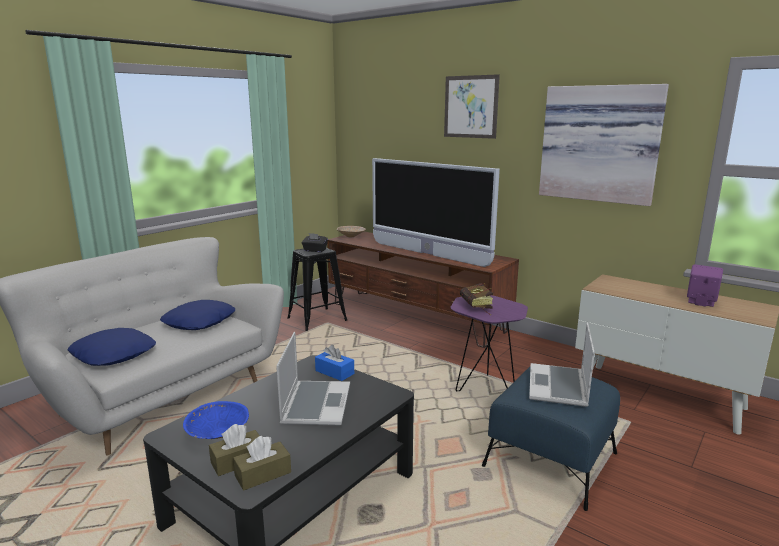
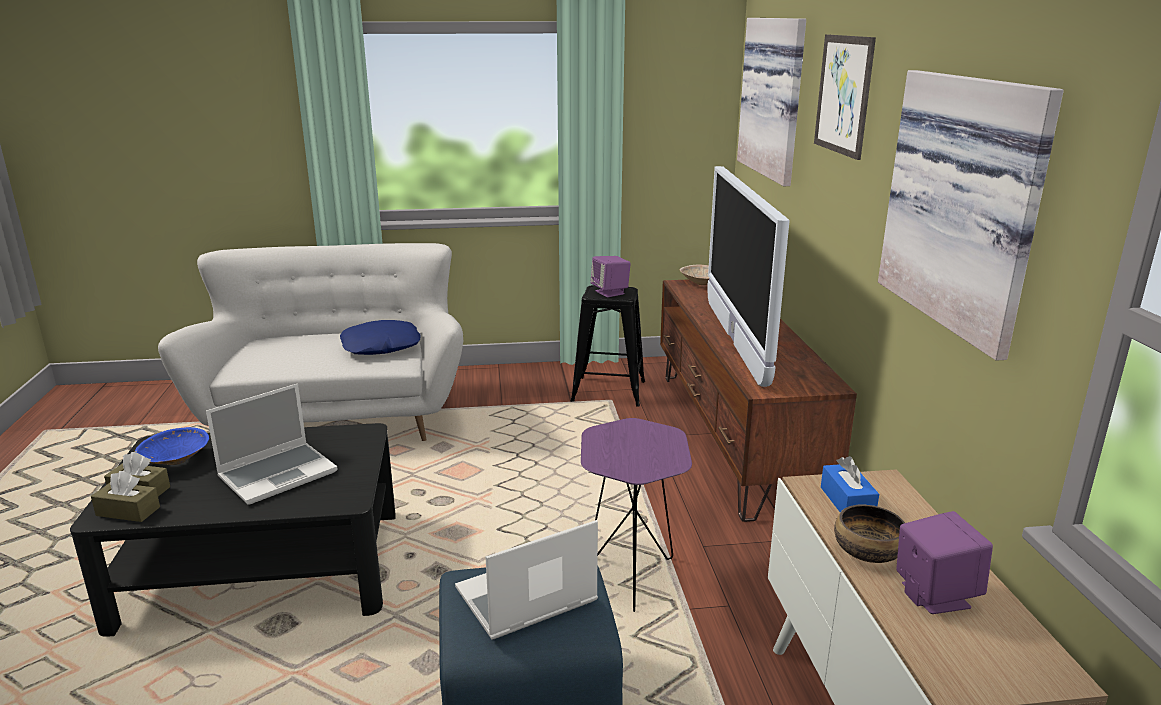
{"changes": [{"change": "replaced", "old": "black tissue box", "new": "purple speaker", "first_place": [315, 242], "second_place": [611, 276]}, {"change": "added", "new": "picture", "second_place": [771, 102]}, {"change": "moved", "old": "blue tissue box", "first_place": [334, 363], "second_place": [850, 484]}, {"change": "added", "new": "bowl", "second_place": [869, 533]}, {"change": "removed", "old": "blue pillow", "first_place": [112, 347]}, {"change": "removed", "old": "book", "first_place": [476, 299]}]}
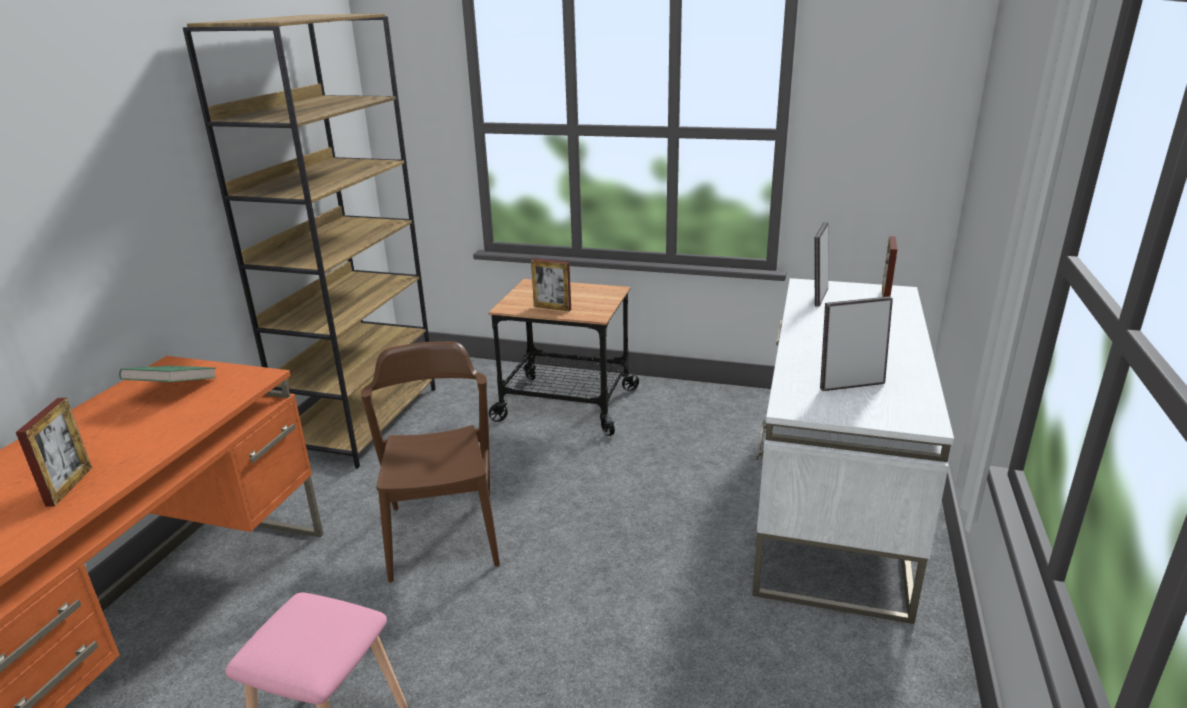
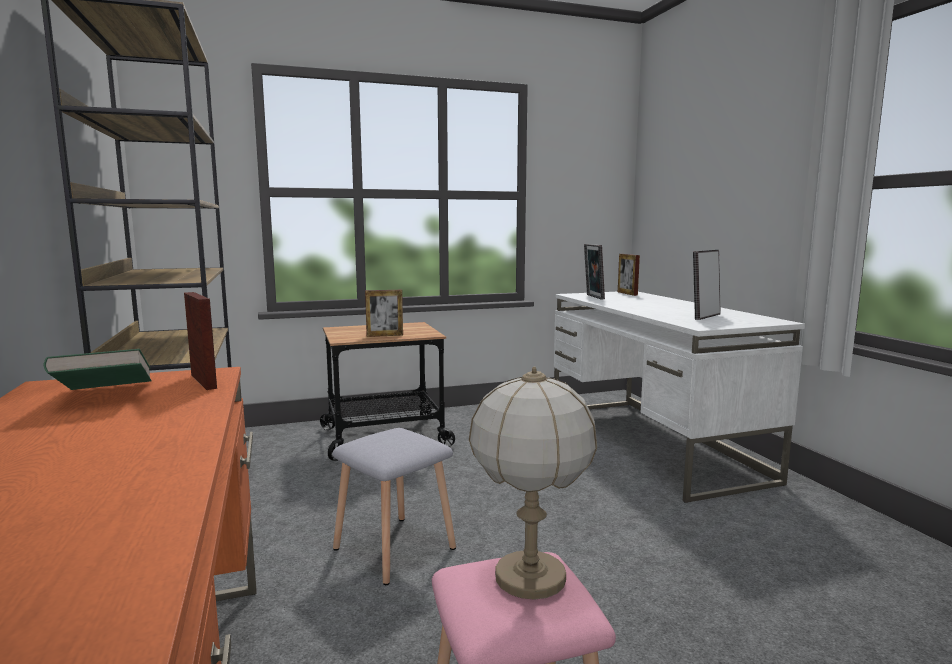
{"changes": [{"change": "moved", "old": "picture frame", "first_place": [54, 452], "second_place": [200, 341]}, {"change": "replaced", "old": "brown chair", "new": "grey stool", "first_place": [430, 462], "second_place": [394, 506]}, {"change": "added", "new": "table lamp", "second_place": [533, 483]}]}
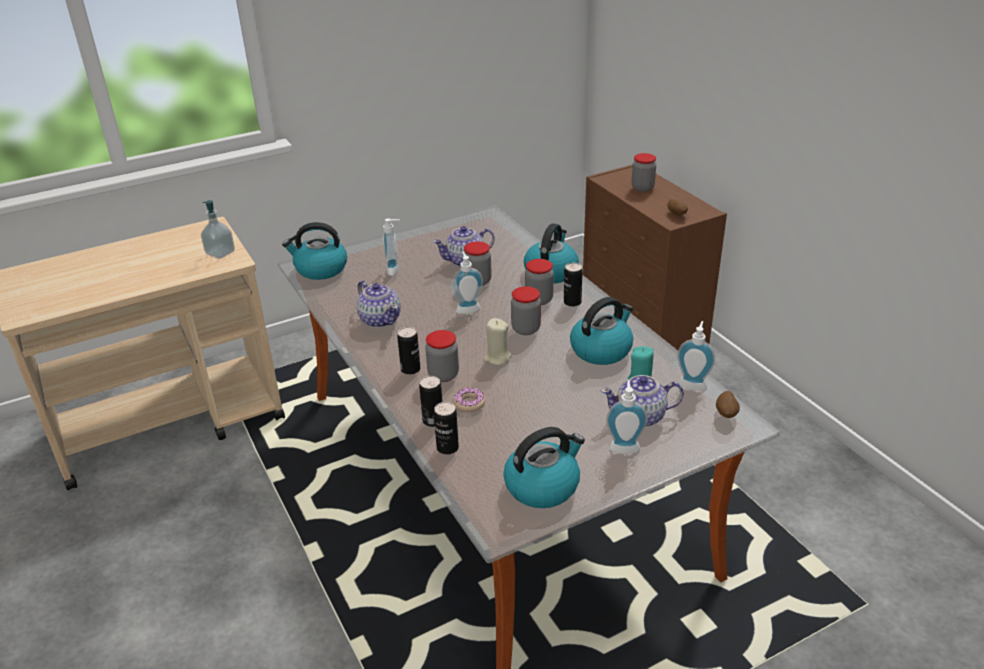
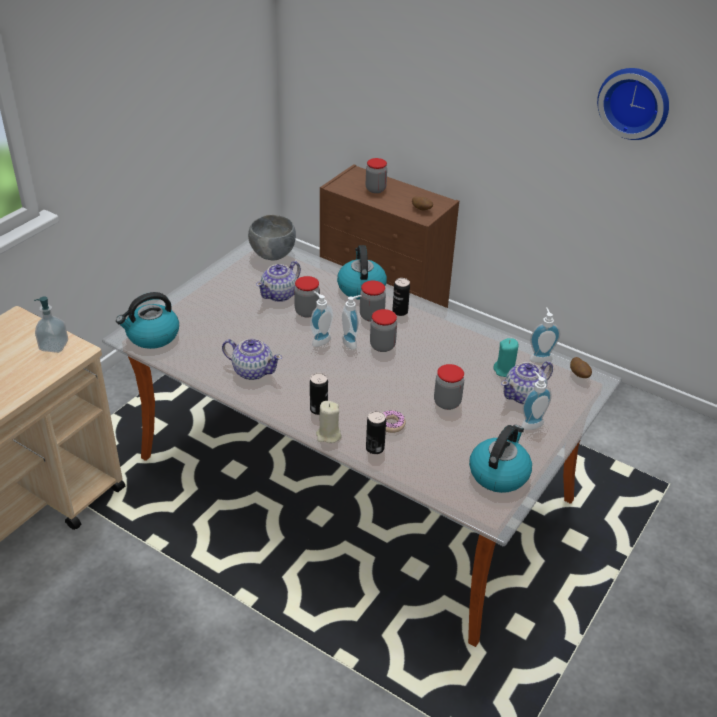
{"changes": [{"change": "added", "new": "grey bowl", "second_place": [272, 237]}, {"change": "moved", "old": "beige candle", "first_place": [497, 341], "second_place": [329, 422]}, {"change": "moved", "old": "soap dispenser", "first_place": [391, 247], "second_place": [352, 322]}, {"change": "moved", "old": "jar", "first_place": [442, 356], "second_place": [449, 387]}, {"change": "added", "new": "wall clock", "second_place": [633, 104]}, {"change": "removed", "old": "can", "first_place": [446, 428]}, {"change": "removed", "old": "kettle", "first_place": [601, 331]}]}
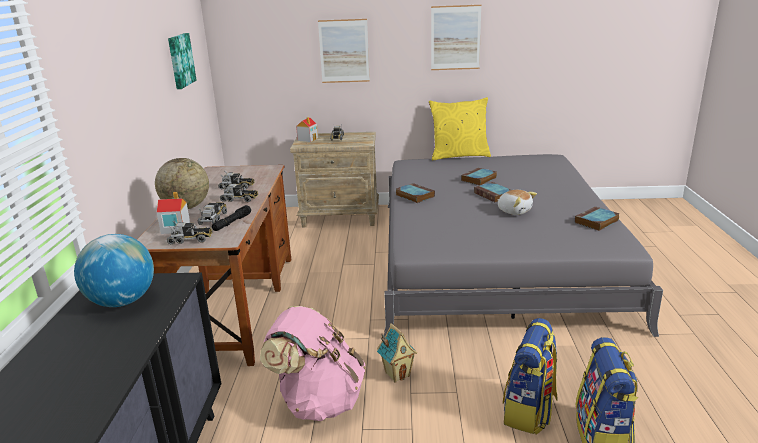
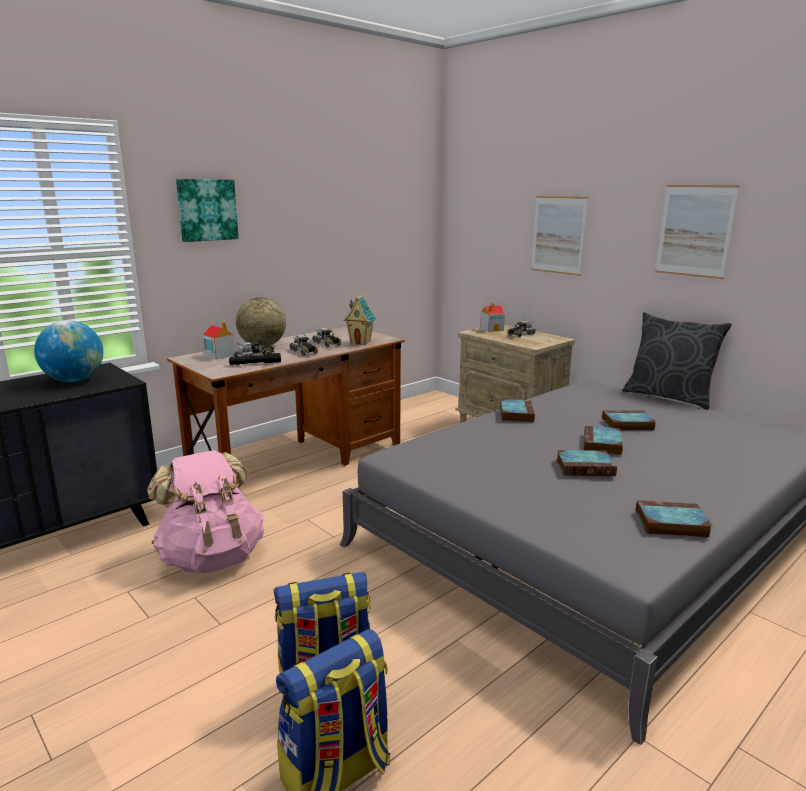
{"changes": [{"change": "moved", "old": "picture", "first_place": [182, 61], "second_place": [207, 210]}, {"change": "moved", "old": "toy house", "first_place": [397, 353], "second_place": [360, 319]}, {"change": "replaced", "old": "plush toy", "new": "book", "first_place": [517, 202], "second_place": [586, 463]}, {"change": "recoloured", "old": "yellow pillow", "new": "grey pillow", "first_place": [460, 128], "second_place": [677, 361]}, {"change": "removed", "old": "toy truck", "first_place": [189, 232]}]}
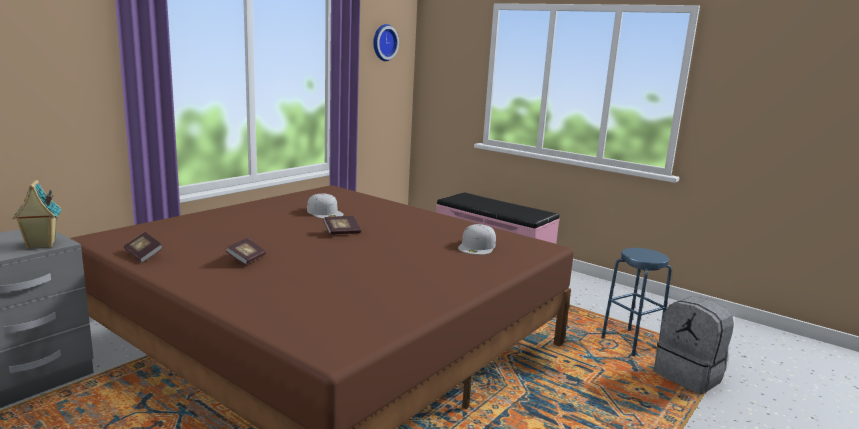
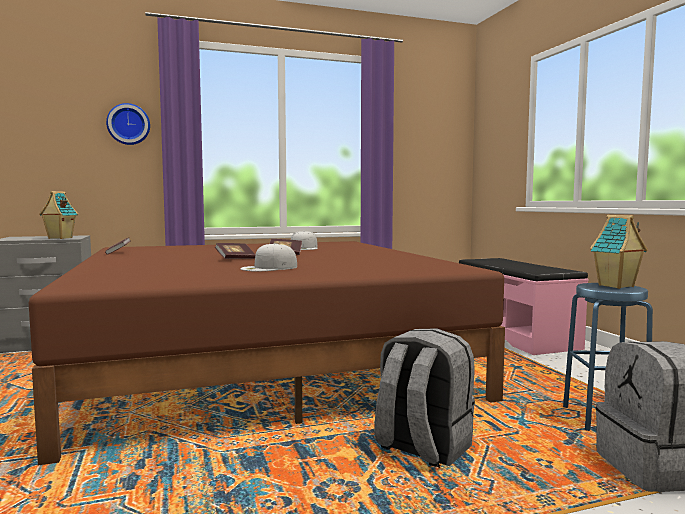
{"changes": [{"change": "moved", "old": "wall clock", "first_place": [386, 42], "second_place": [128, 124]}, {"change": "moved", "old": "book", "first_place": [246, 251], "second_place": [235, 251]}, {"change": "moved", "old": "white cap", "first_place": [477, 239], "second_place": [268, 257]}, {"change": "added", "new": "grey backpack", "second_place": [424, 398]}, {"change": "added", "new": "toy house", "second_place": [619, 252]}]}
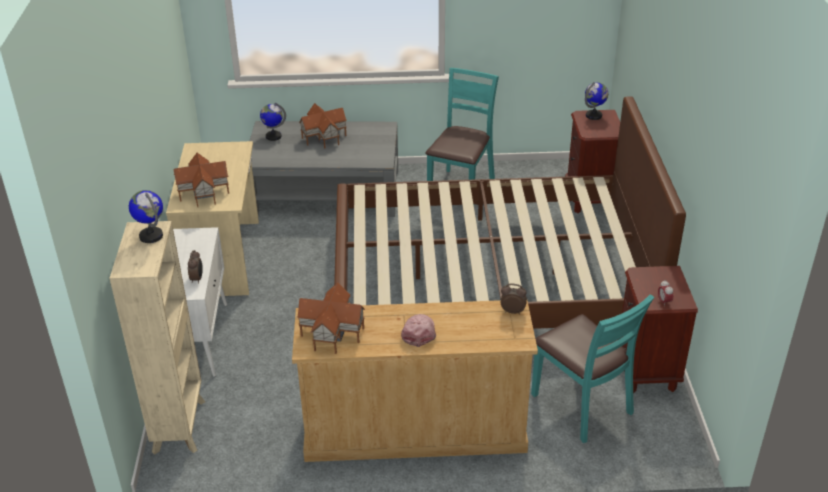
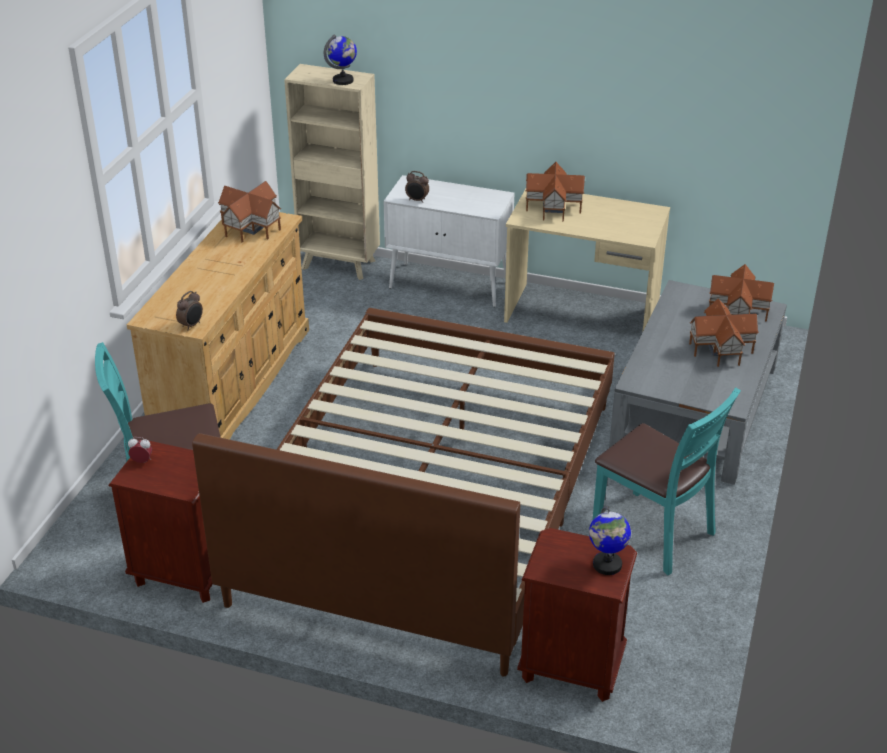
{"changes": [{"change": "replaced", "old": "globe", "new": "toy house", "first_place": [273, 122], "second_place": [741, 293]}, {"change": "removed", "old": "pink cap", "first_place": [418, 330]}]}
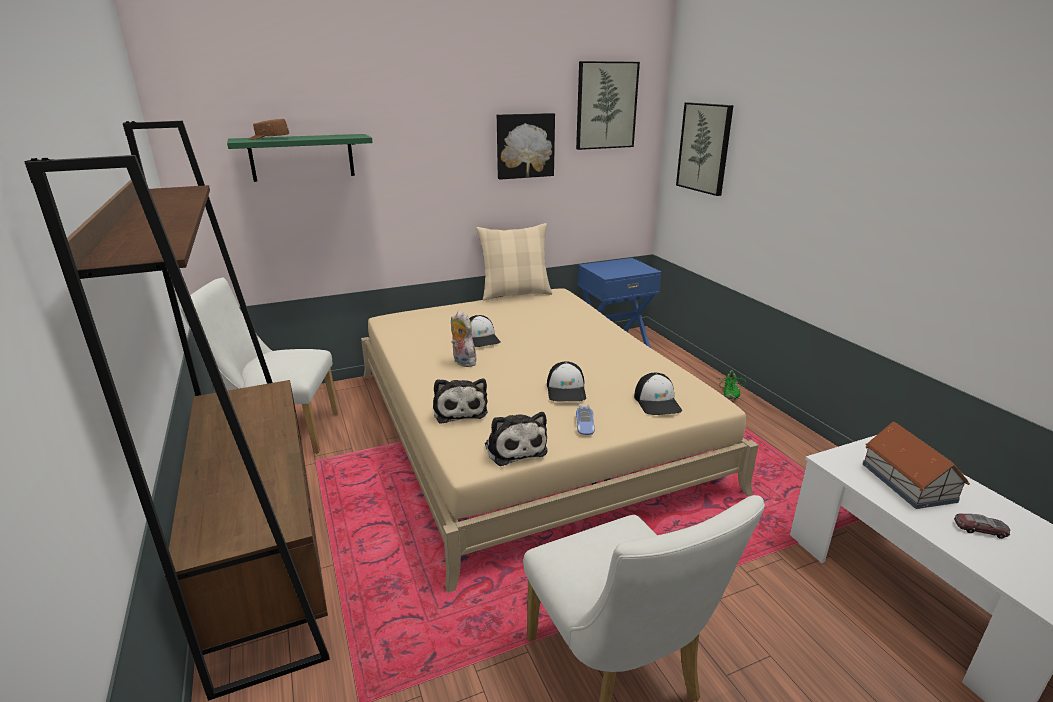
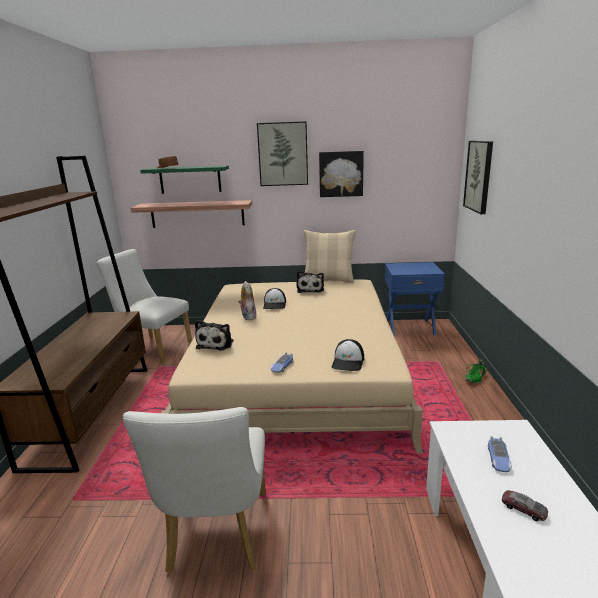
{"changes": [{"change": "added", "new": "shelf", "second_place": [191, 214]}, {"change": "moved", "old": "picture", "first_place": [608, 105], "second_place": [282, 153]}, {"change": "moved", "old": "plush toy", "first_place": [516, 439], "second_place": [310, 282]}, {"change": "replaced", "old": "toy house", "new": "toy car", "first_place": [916, 465], "second_place": [499, 454]}, {"change": "removed", "old": "cap", "first_place": [566, 381]}]}
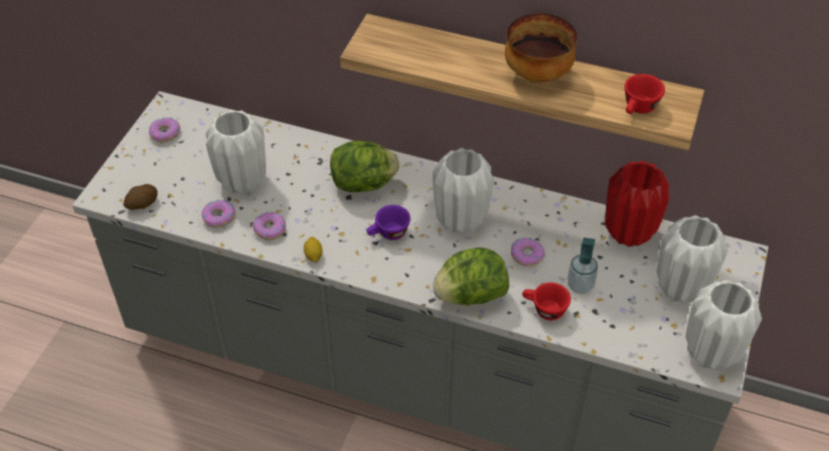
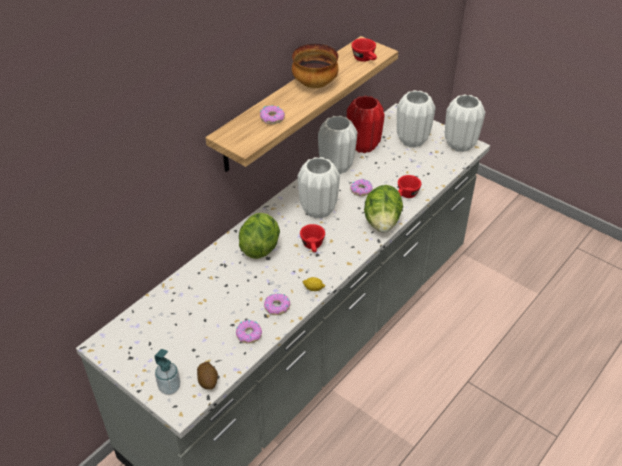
{"changes": [{"change": "moved", "old": "soap dispenser", "first_place": [582, 265], "second_place": [167, 372]}, {"change": "moved", "old": "donut", "first_place": [164, 130], "second_place": [272, 114]}, {"change": "recoloured", "old": "purple cup", "new": "red cup", "first_place": [388, 222], "second_place": [312, 238]}, {"change": "moved", "old": "white vase", "first_place": [236, 152], "second_place": [337, 145]}]}
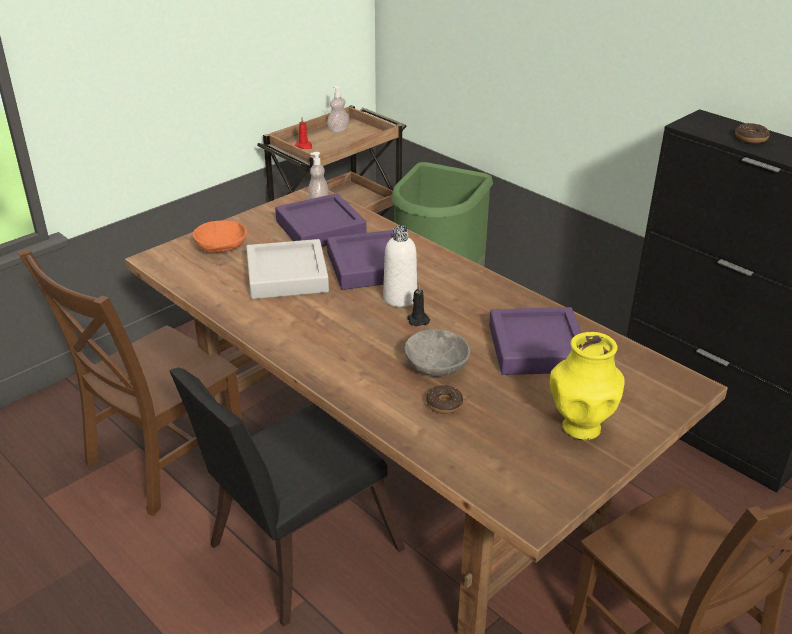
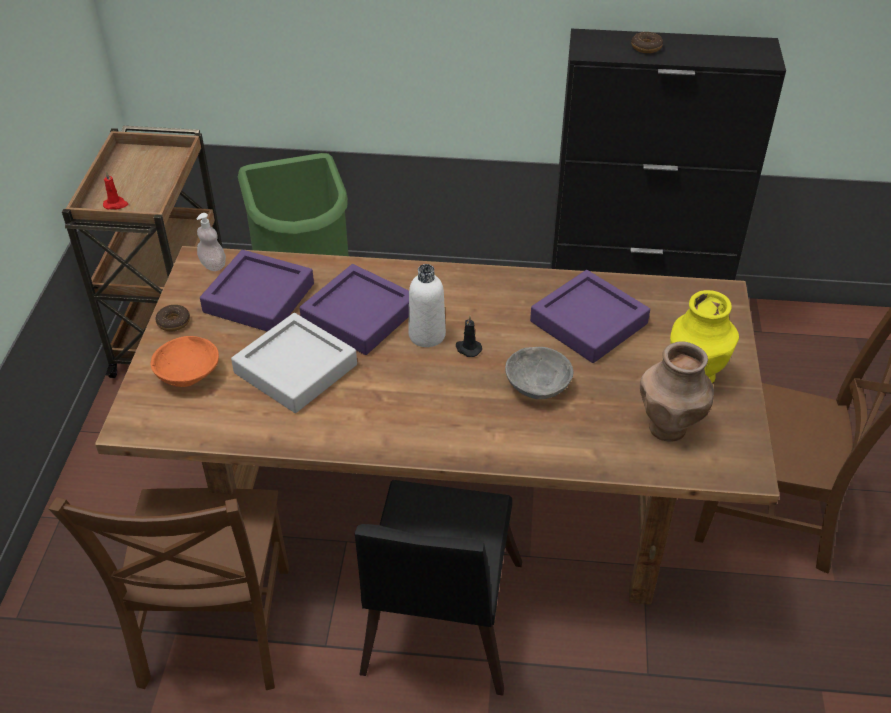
{"changes": [{"change": "moved", "old": "donut", "first_place": [444, 399], "second_place": [173, 318]}, {"change": "added", "new": "brown vase", "second_place": [677, 391]}, {"change": "removed", "old": "soap dispenser", "first_place": [338, 109]}]}
